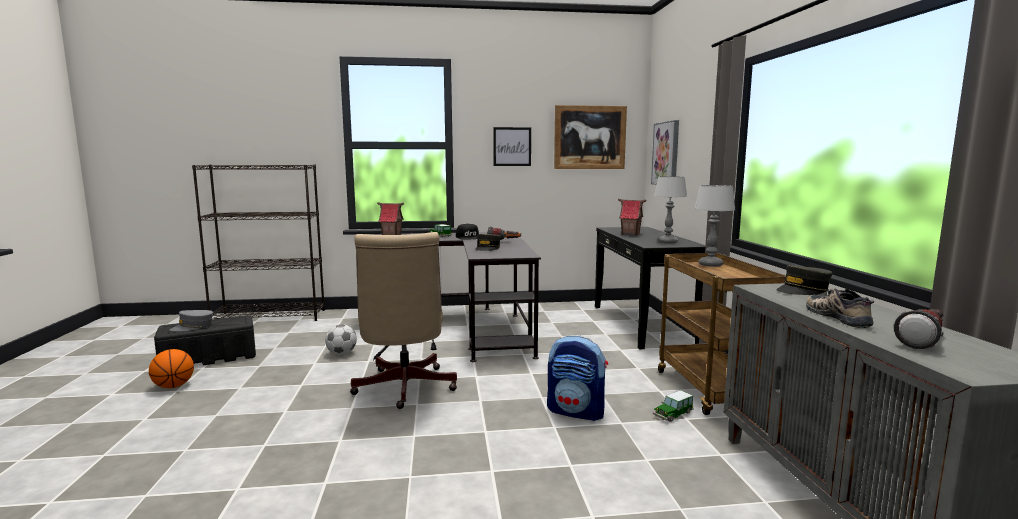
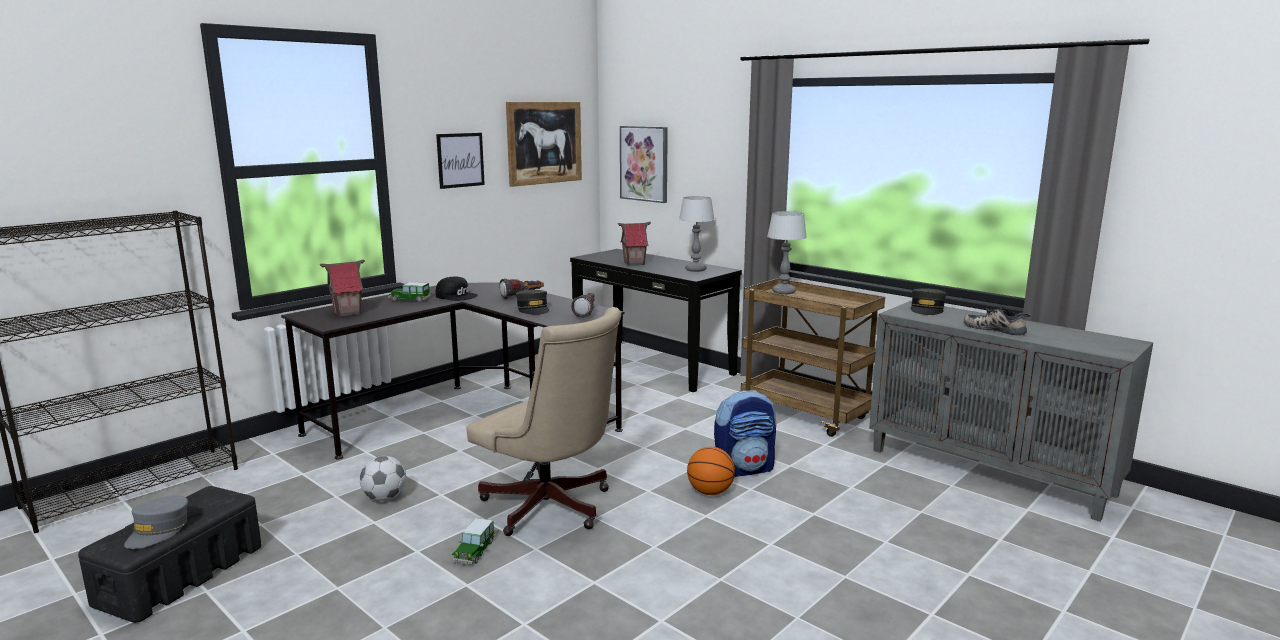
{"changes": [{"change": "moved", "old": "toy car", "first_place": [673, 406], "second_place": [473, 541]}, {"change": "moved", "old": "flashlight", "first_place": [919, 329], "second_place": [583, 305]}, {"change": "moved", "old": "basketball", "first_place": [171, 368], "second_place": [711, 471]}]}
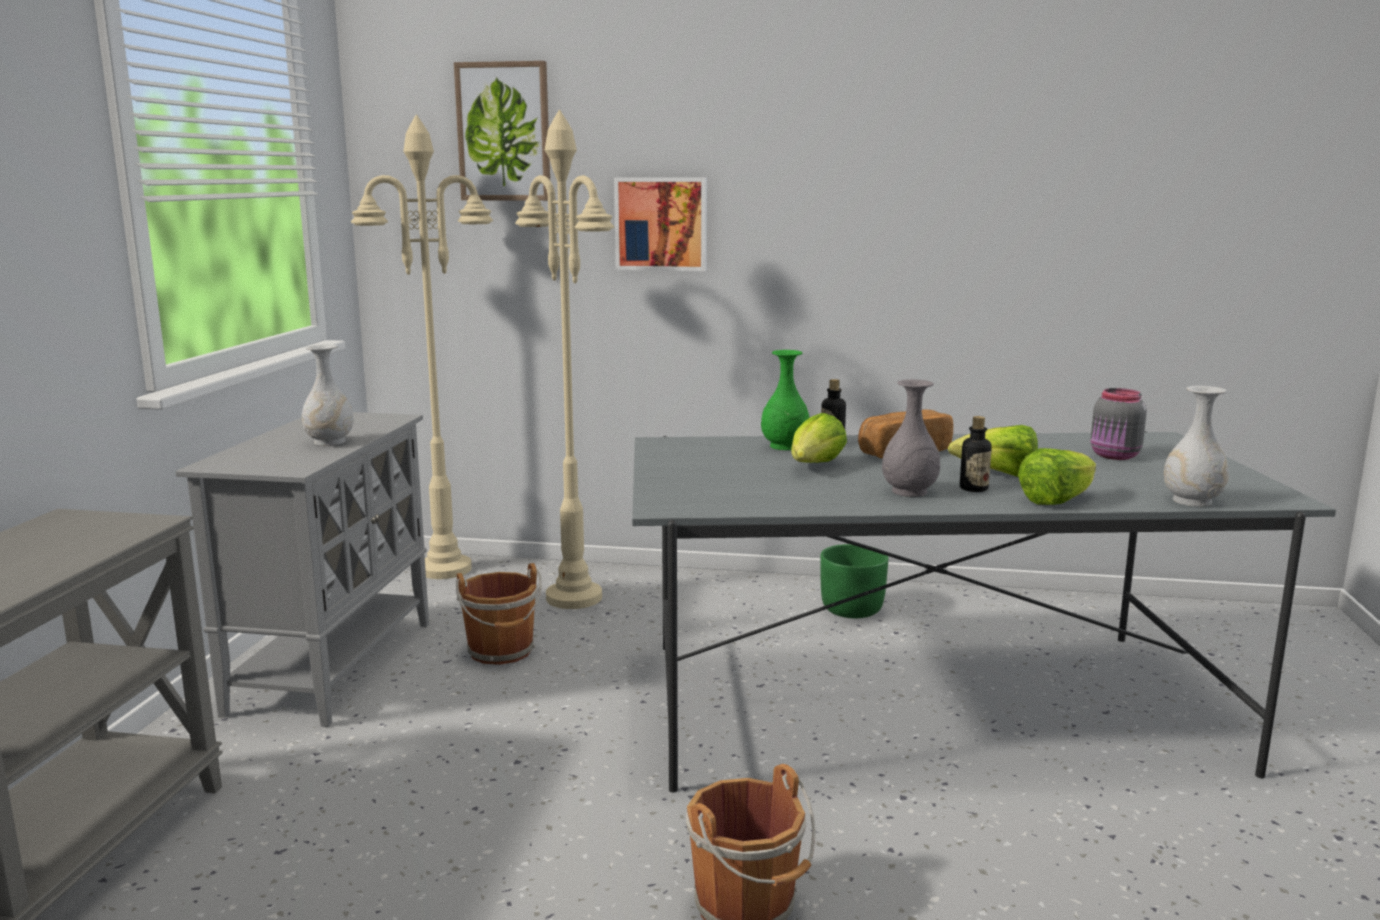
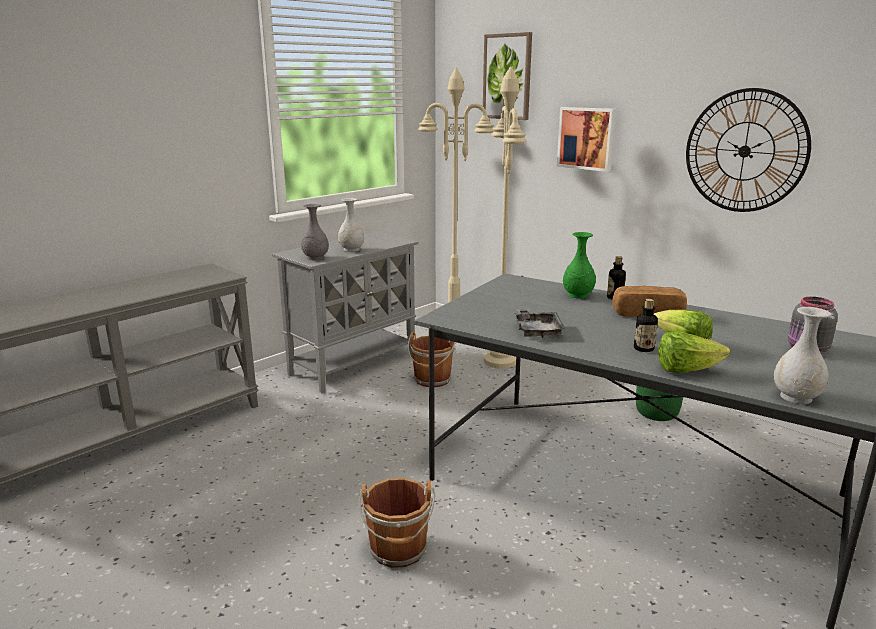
{"changes": [{"change": "moved", "old": "grey vase", "first_place": [911, 438], "second_place": [315, 232]}, {"change": "added", "new": "grey tray", "second_place": [539, 323]}, {"change": "added", "new": "wall clock", "second_place": [748, 150]}, {"change": "removed", "old": "lettuce", "first_place": [819, 438]}]}
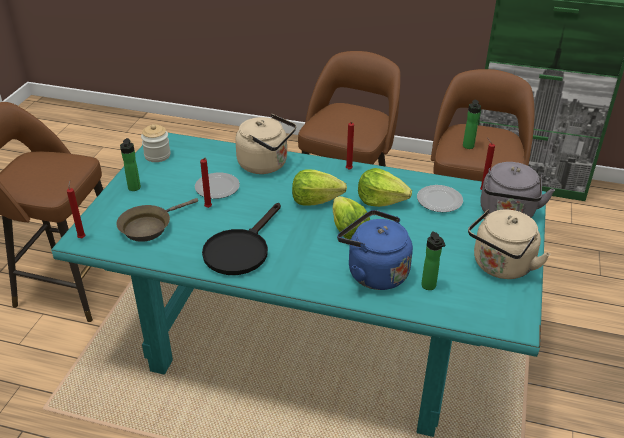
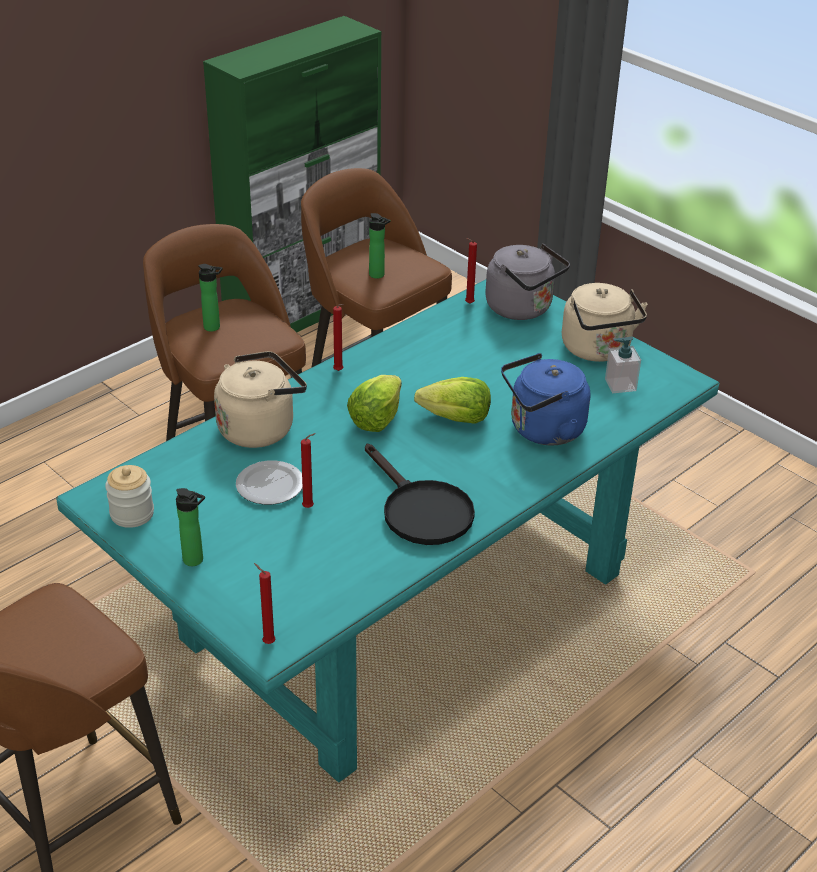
{"changes": [{"change": "moved", "old": "bottle", "first_place": [433, 260], "second_place": [210, 298]}, {"change": "added", "new": "soap dispenser", "second_place": [623, 365]}, {"change": "removed", "old": "brown frying pan", "first_place": [157, 220]}, {"change": "removed", "old": "lettuce", "first_place": [385, 187]}, {"change": "removed", "old": "plate", "first_place": [440, 198]}]}
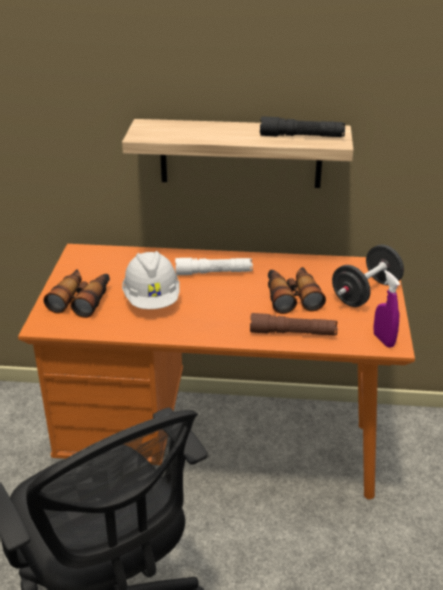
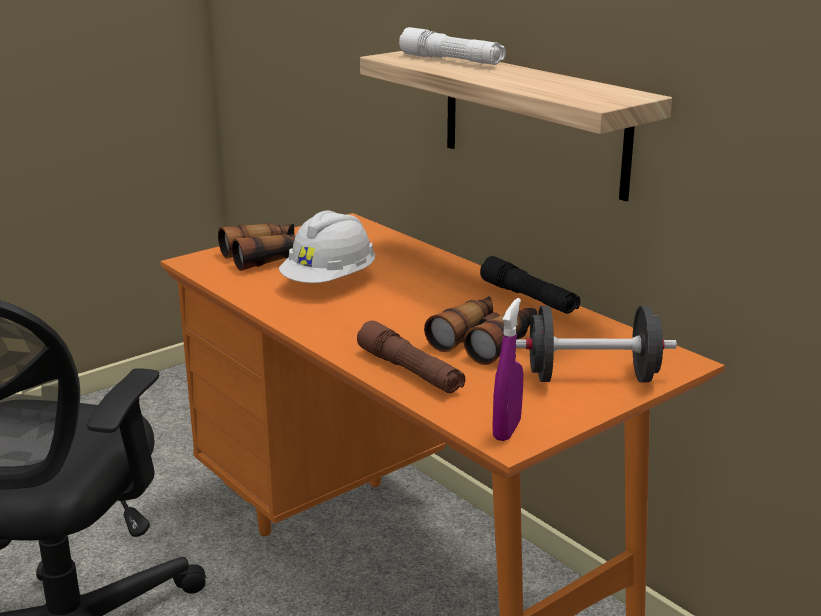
{"changes": [{"change": "moved", "old": "white flashlight", "first_place": [214, 266], "second_place": [452, 46]}, {"change": "moved", "old": "black flashlight", "first_place": [302, 126], "second_place": [530, 285]}]}
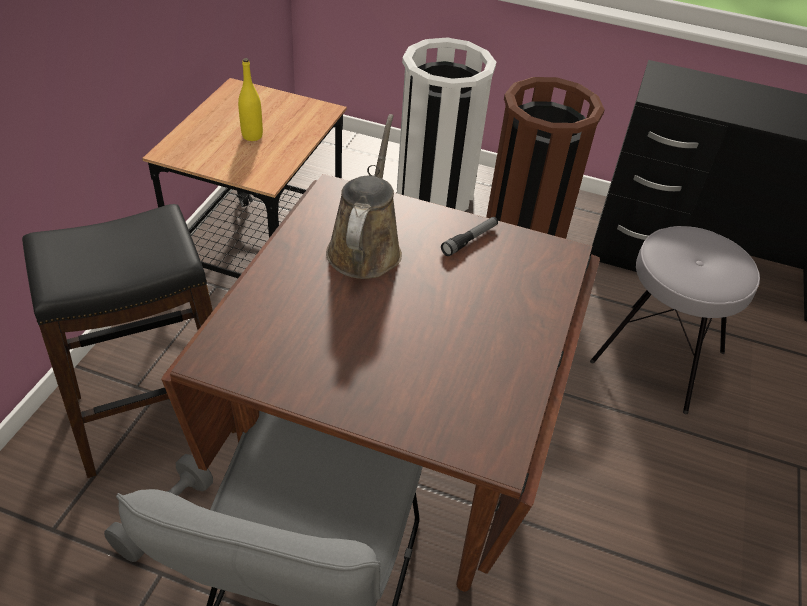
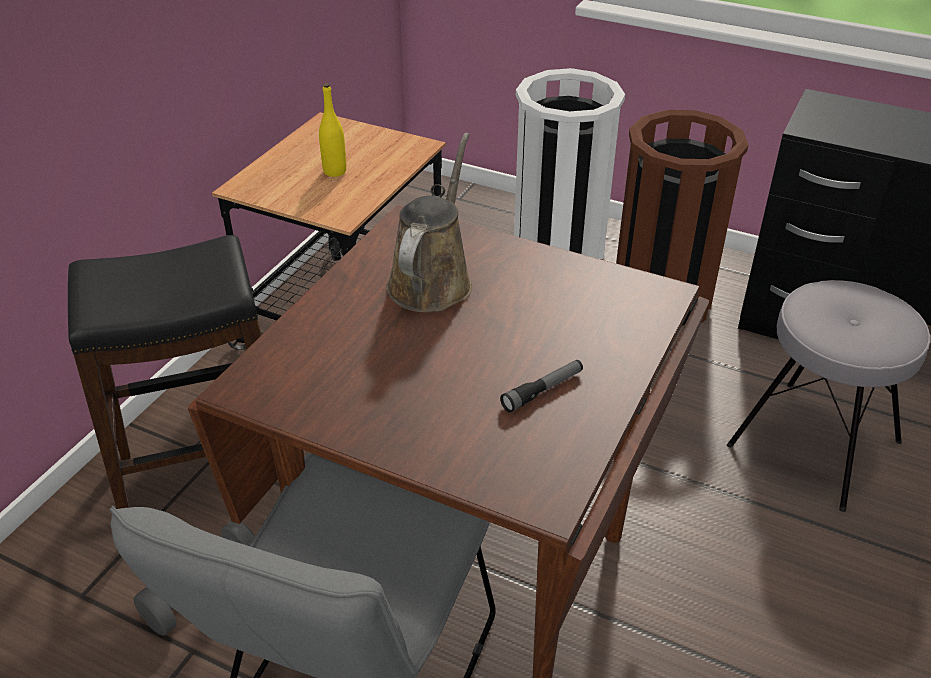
{"changes": [{"change": "moved", "old": "flashlight", "first_place": [469, 236], "second_place": [541, 386]}]}
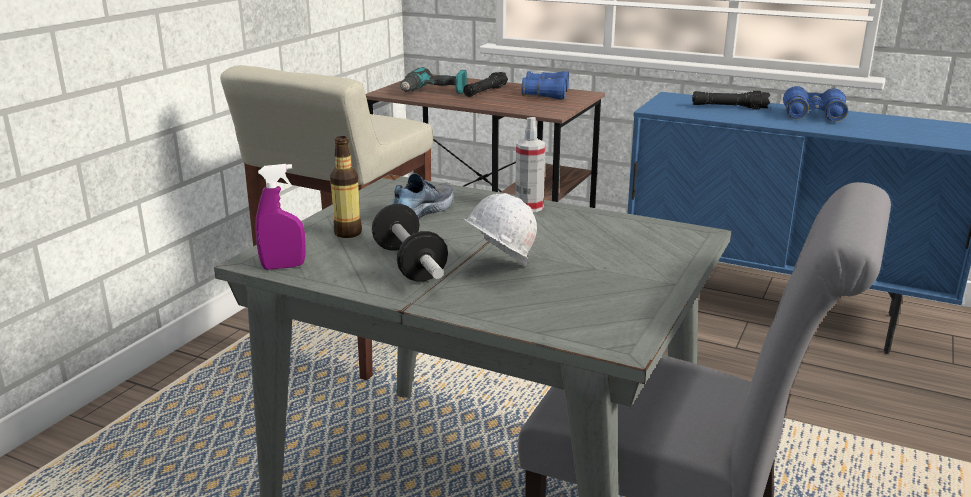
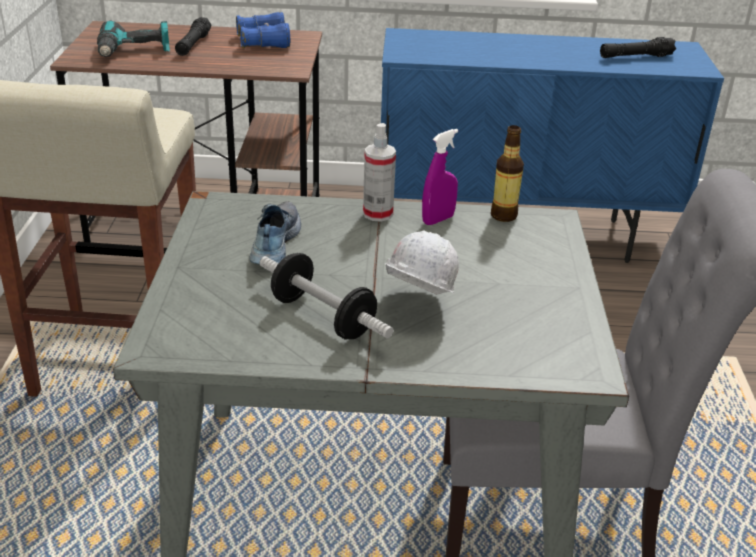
{"changes": [{"change": "moved", "old": "purple spray bottle", "first_place": [280, 217], "second_place": [440, 177]}, {"change": "moved", "old": "bottle", "first_place": [346, 187], "second_place": [507, 173]}, {"change": "moved", "old": "black flashlight", "first_place": [731, 100], "second_place": [638, 47]}, {"change": "removed", "old": "blue binoculars", "first_place": [815, 104]}]}
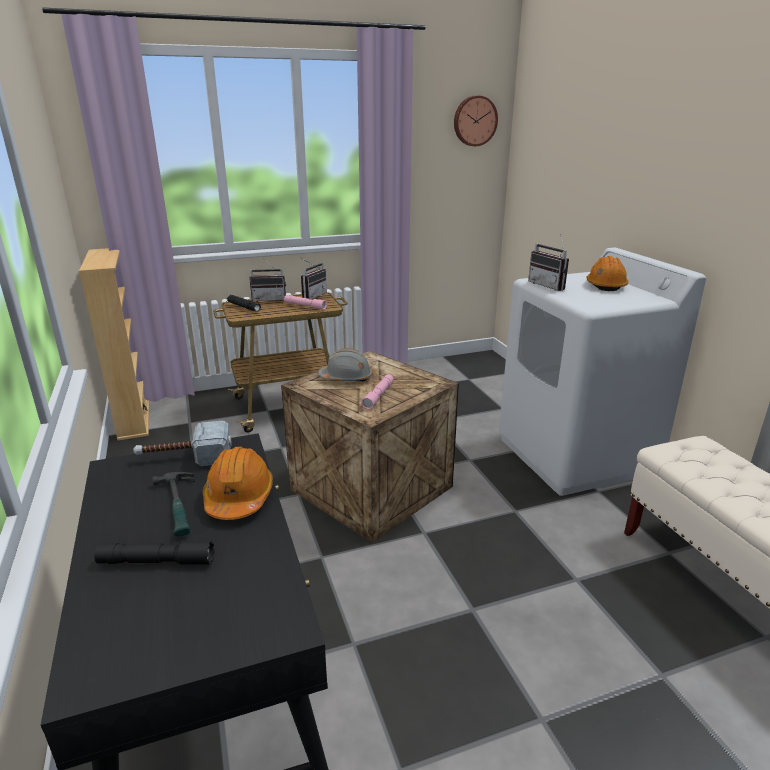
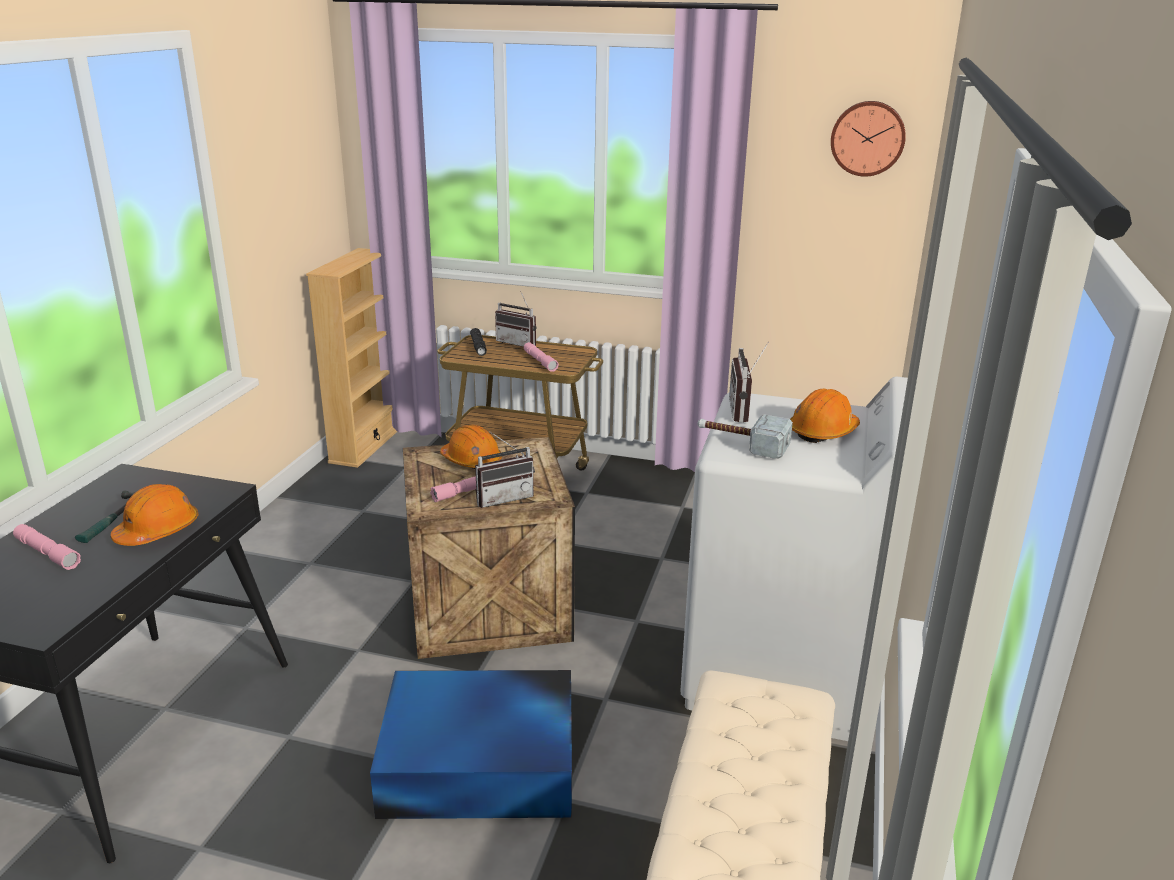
{"changes": [{"change": "recoloured", "old": "black flashlight", "new": "pink flashlight", "first_place": [154, 553], "second_place": [47, 547]}, {"change": "added", "new": "blue storage box", "second_place": [471, 744]}, {"change": "recoloured", "old": "grey hard hat", "new": "orange hard hat", "first_place": [345, 365], "second_place": [471, 447]}, {"change": "moved", "old": "radio", "first_place": [313, 278], "second_place": [505, 470]}, {"change": "moved", "old": "hammer", "first_place": [182, 443], "second_place": [745, 436]}]}
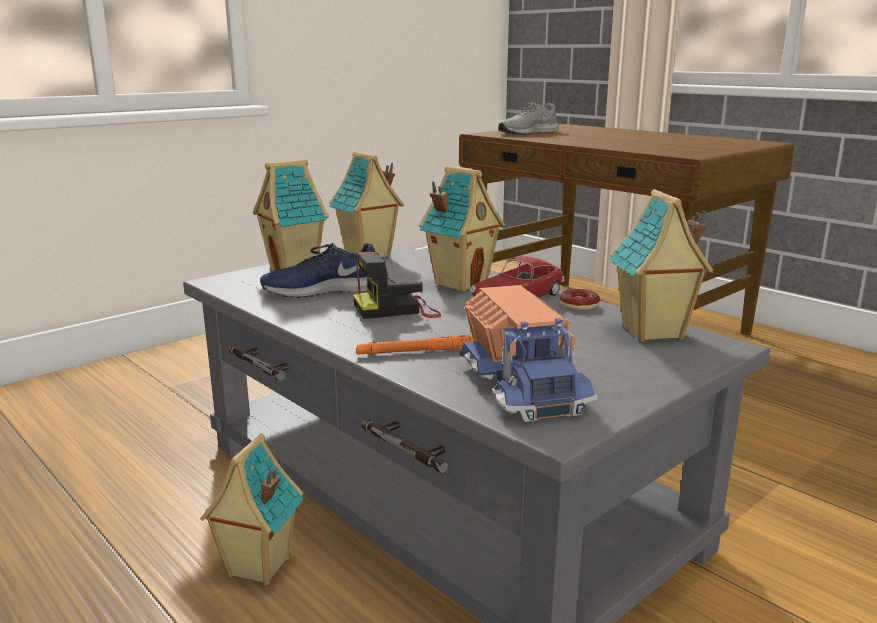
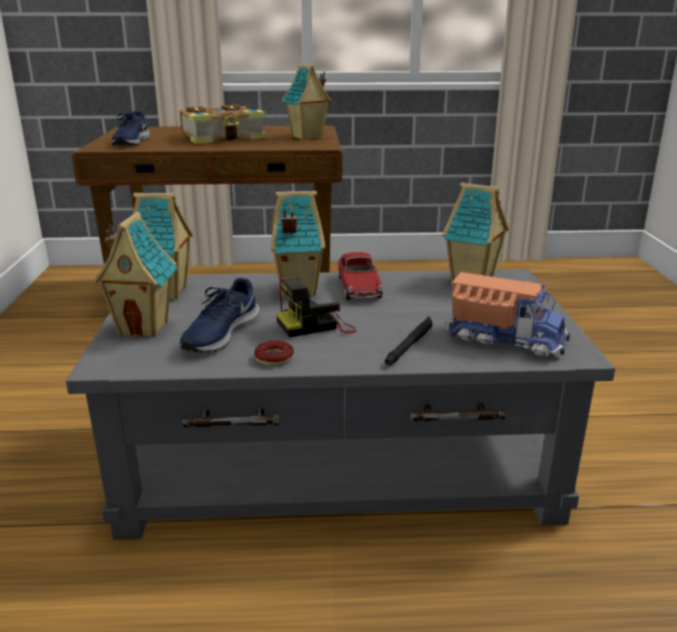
{"changes": [{"change": "recoloured", "old": "grey shoe", "new": "blue shoe", "first_place": [528, 118], "second_place": [130, 128]}, {"change": "added", "new": "book", "second_place": [223, 124]}, {"change": "moved", "old": "donut", "first_place": [580, 299], "second_place": [274, 353]}, {"change": "turned", "old": "photo camera", "first_place": [397, 285], "second_place": [316, 306], "degrees": 45}, {"change": "moved", "old": "toy house", "first_place": [252, 509], "second_place": [307, 102]}, {"change": "recoloured", "old": "orange flashlight", "new": "black flashlight", "first_place": [415, 345], "second_place": [409, 341]}]}
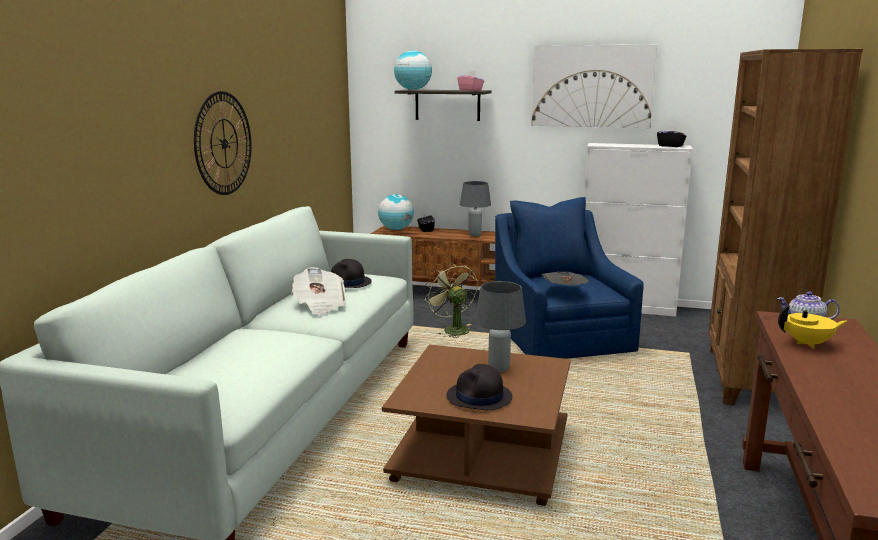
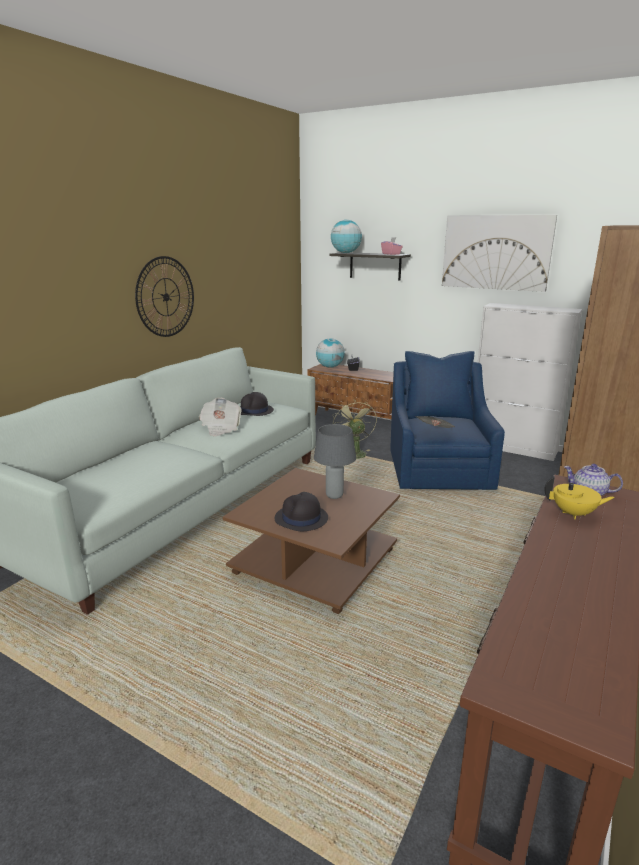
{"changes": [{"change": "removed", "old": "grey table lamp", "first_place": [475, 209]}, {"change": "removed", "old": "black tissue box", "first_place": [672, 136]}]}
